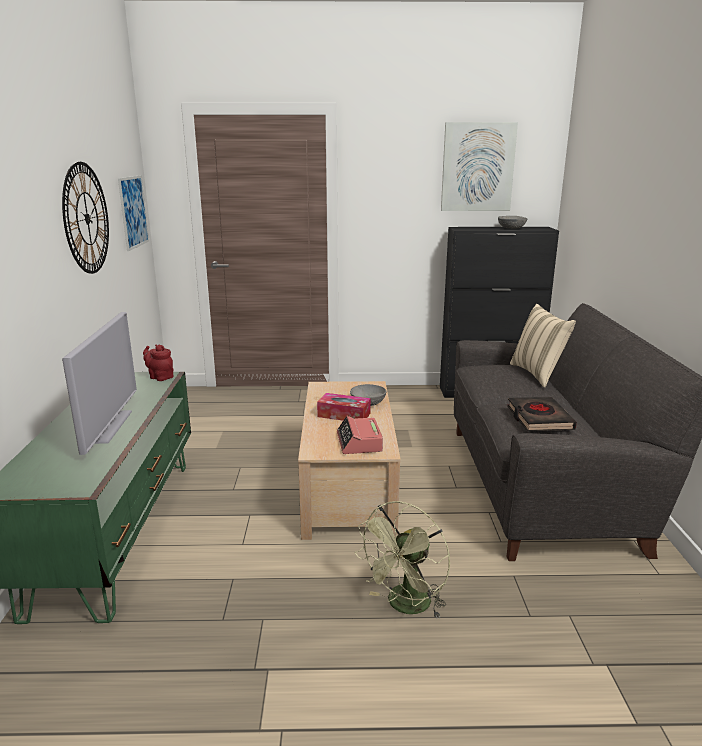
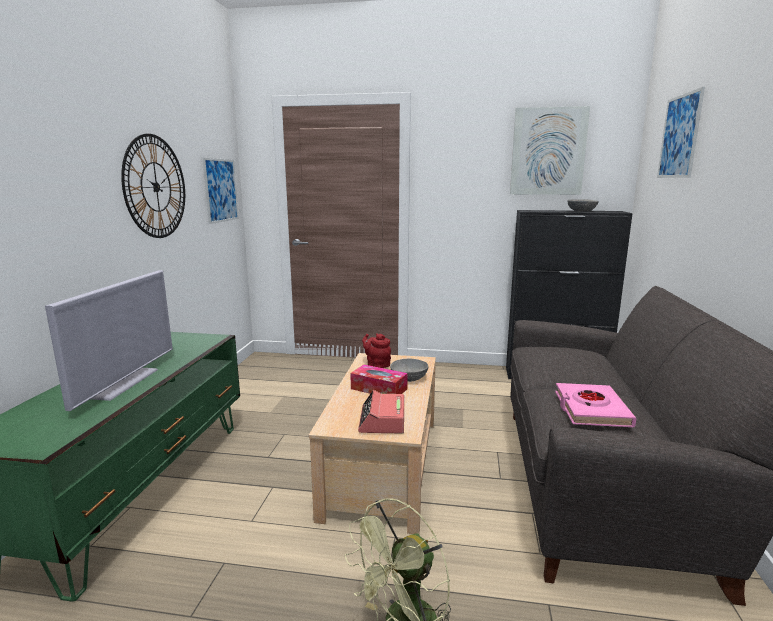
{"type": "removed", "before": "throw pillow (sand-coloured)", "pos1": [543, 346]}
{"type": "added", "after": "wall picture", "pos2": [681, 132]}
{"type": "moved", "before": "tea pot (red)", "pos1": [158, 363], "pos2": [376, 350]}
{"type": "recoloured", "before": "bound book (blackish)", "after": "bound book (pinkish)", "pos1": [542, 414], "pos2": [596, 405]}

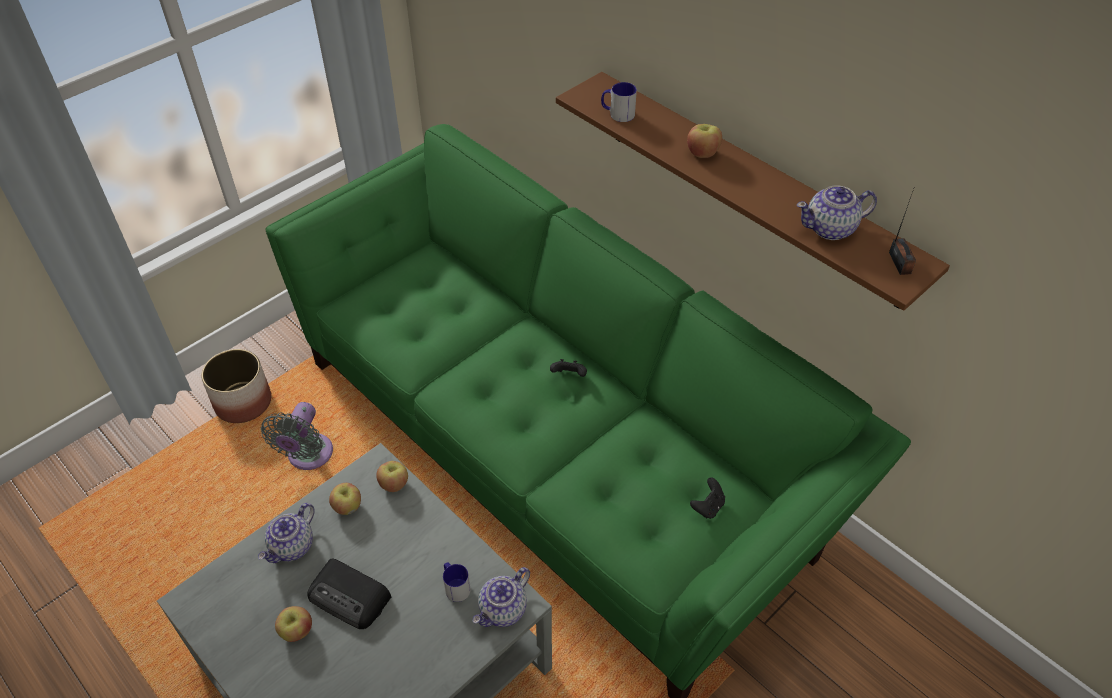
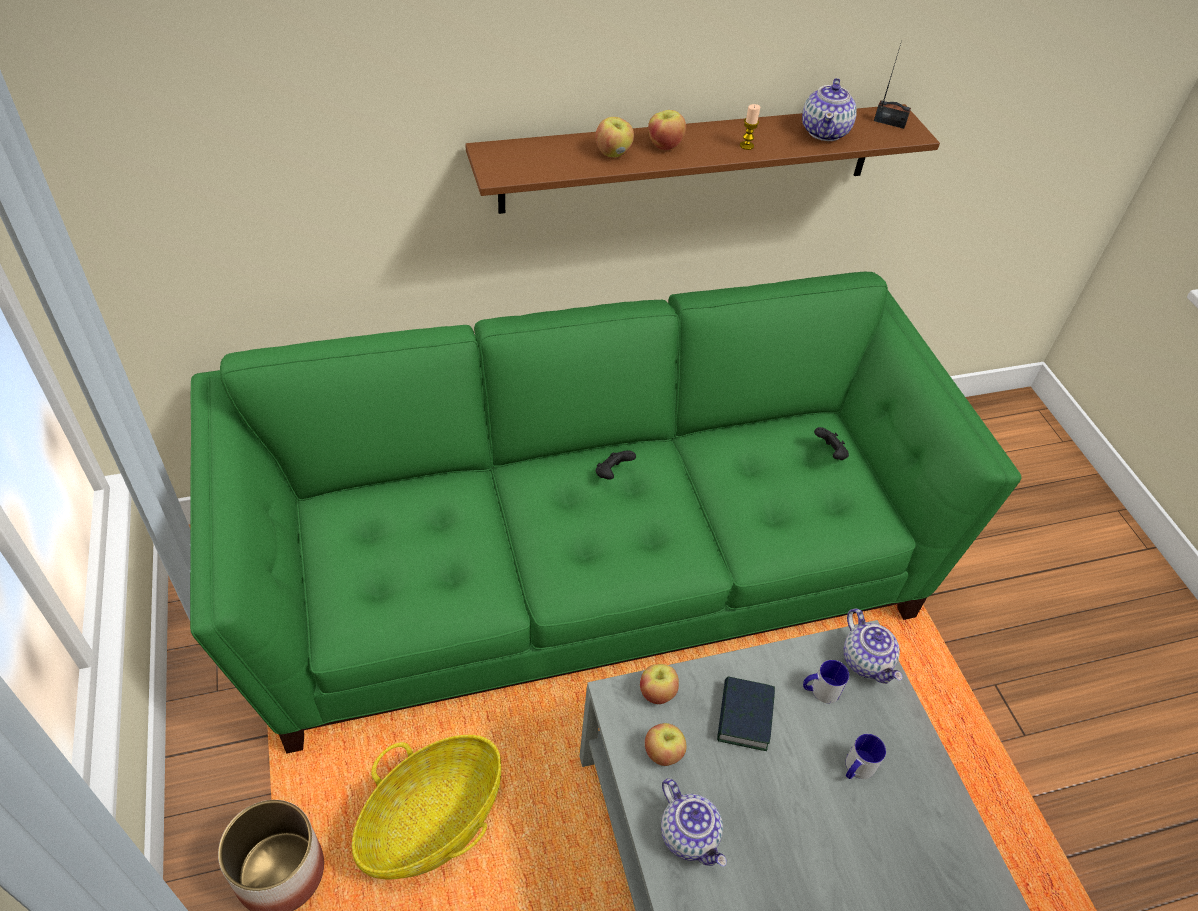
{"type": "removed", "before": "radio set", "pos1": [349, 594]}
{"type": "added", "after": "bound book", "pos2": [746, 713]}
{"type": "added", "after": "wax candle", "pos2": [750, 127]}
{"type": "moved", "before": "whole apple", "pos1": [293, 624], "pos2": [614, 137]}
{"type": "moved", "before": "coffee mug", "pos1": [619, 102], "pos2": [866, 756]}
{"type": "replaced", "before": "fan (gray)", "after": "storage basket", "pos1": [297, 436], "pos2": [426, 807]}

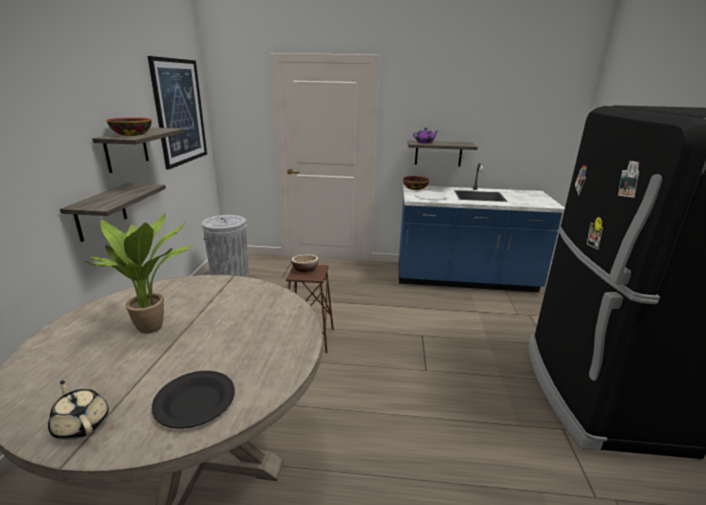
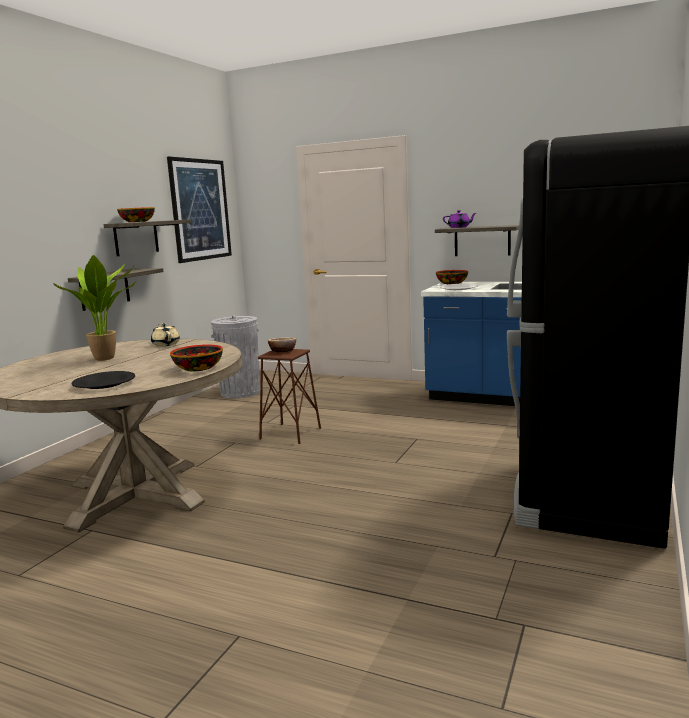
{"type": "added", "after": "deep dish", "pos2": [196, 358]}
{"type": "moved", "before": "tea pot (sand-coloured)", "pos1": [78, 410], "pos2": [165, 334]}

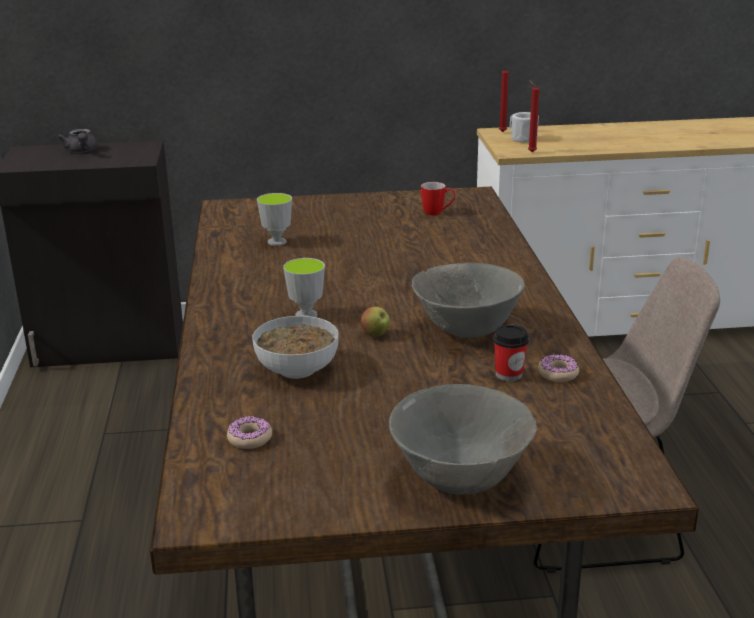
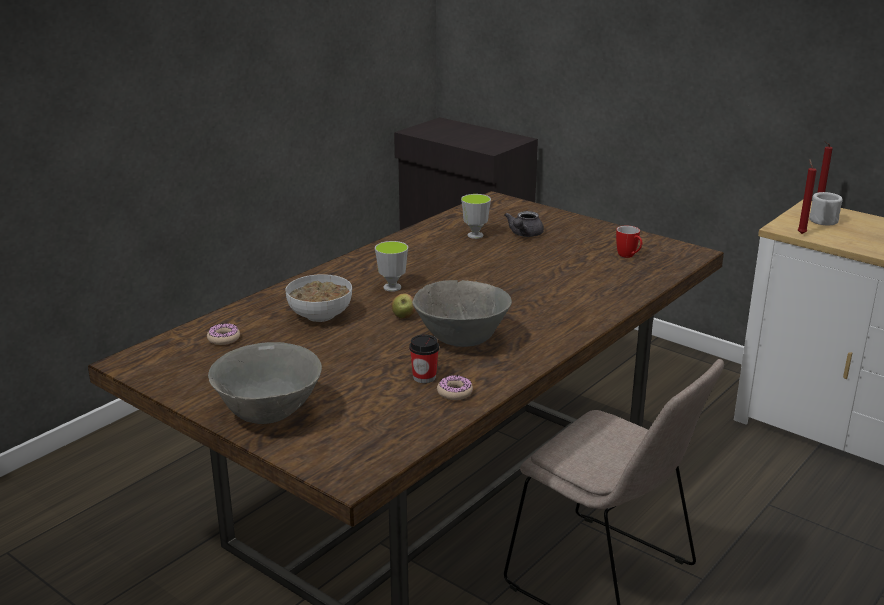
{"type": "moved", "before": "tea pot (gray)", "pos1": [77, 141], "pos2": [524, 224]}

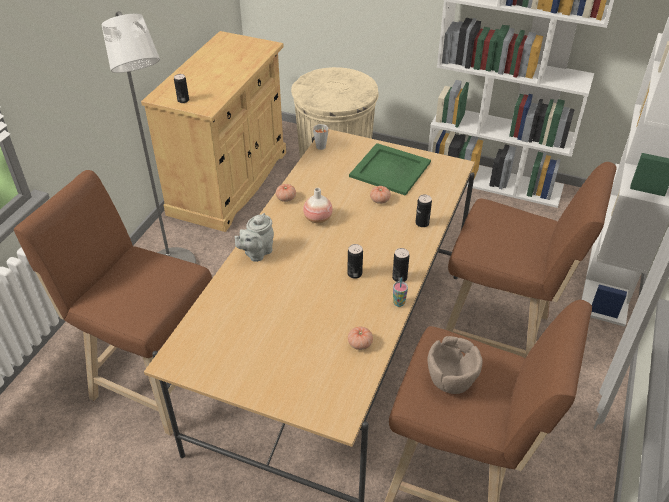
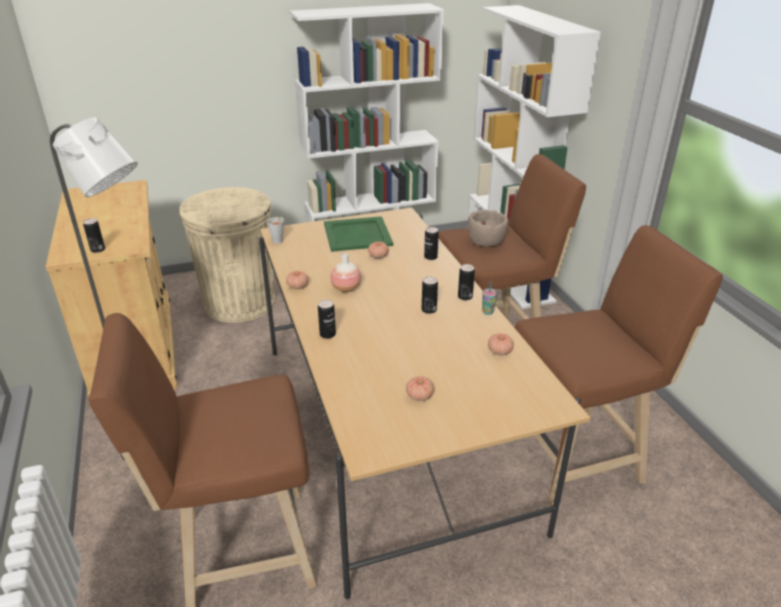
{"type": "added", "after": "fresh tomato", "pos2": [420, 388]}
{"type": "moved", "before": "deep dish (brownish)", "pos1": [455, 365], "pos2": [487, 228]}
{"type": "replaced", "before": "tea pot (gray)", "after": "sealed can", "pos1": [254, 237], "pos2": [327, 319]}

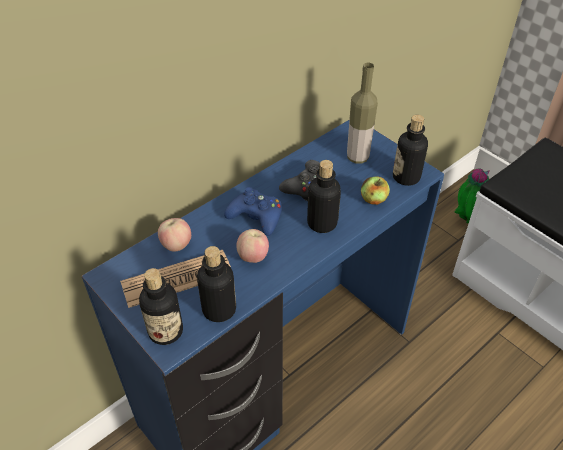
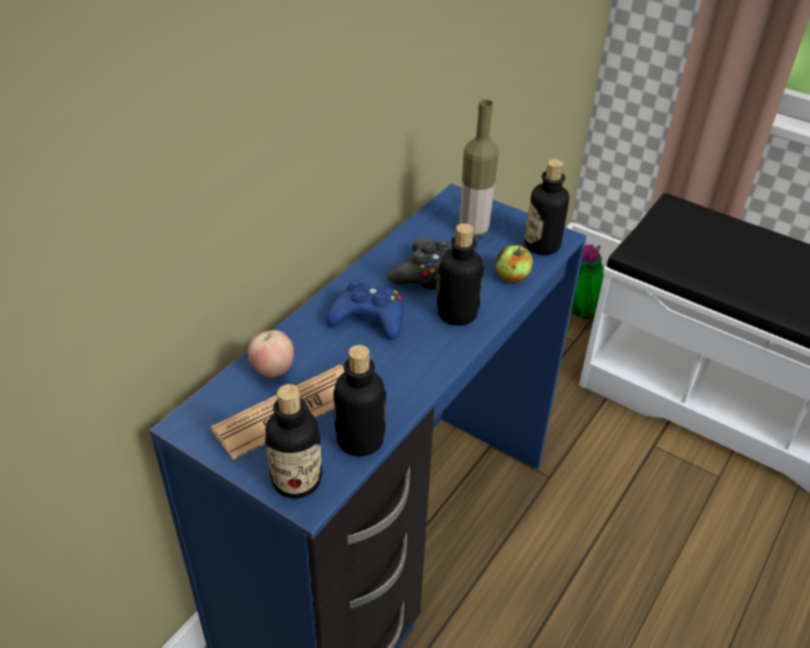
{"type": "removed", "before": "whole apple", "pos1": [252, 246]}

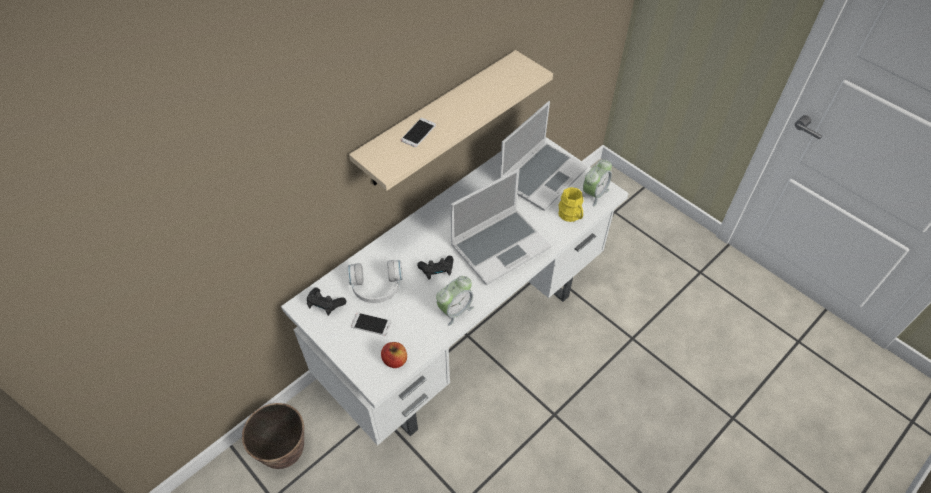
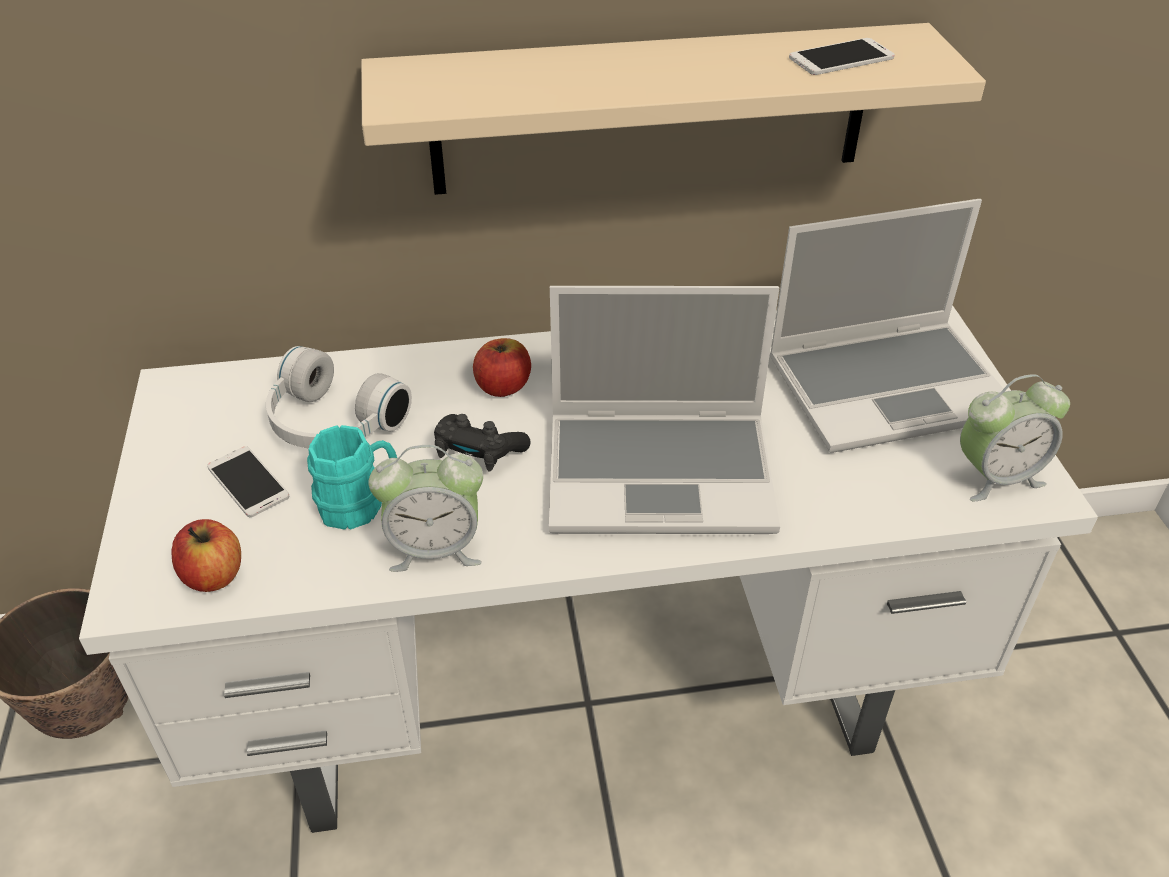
{"type": "removed", "before": "joypad (blackish)", "pos1": [326, 301]}
{"type": "removed", "before": "coffee mug (yellow)", "pos1": [571, 204]}
{"type": "added", "after": "coffee mug (blue-green)", "pos2": [352, 477]}
{"type": "added", "after": "whole apple", "pos2": [502, 367]}
{"type": "moved", "before": "phone", "pos1": [418, 132], "pos2": [842, 56]}

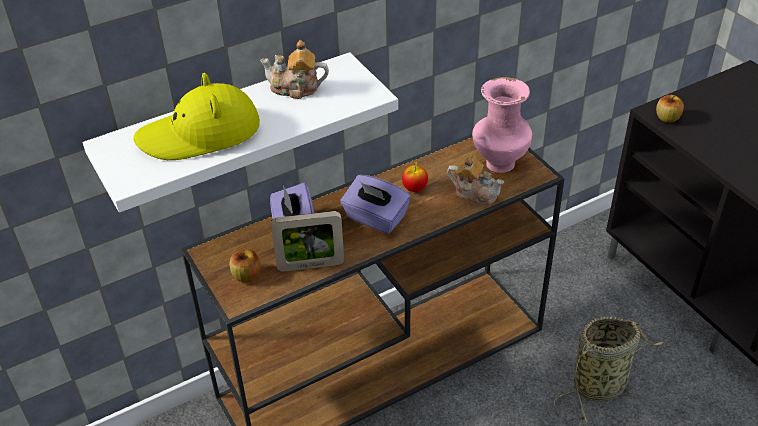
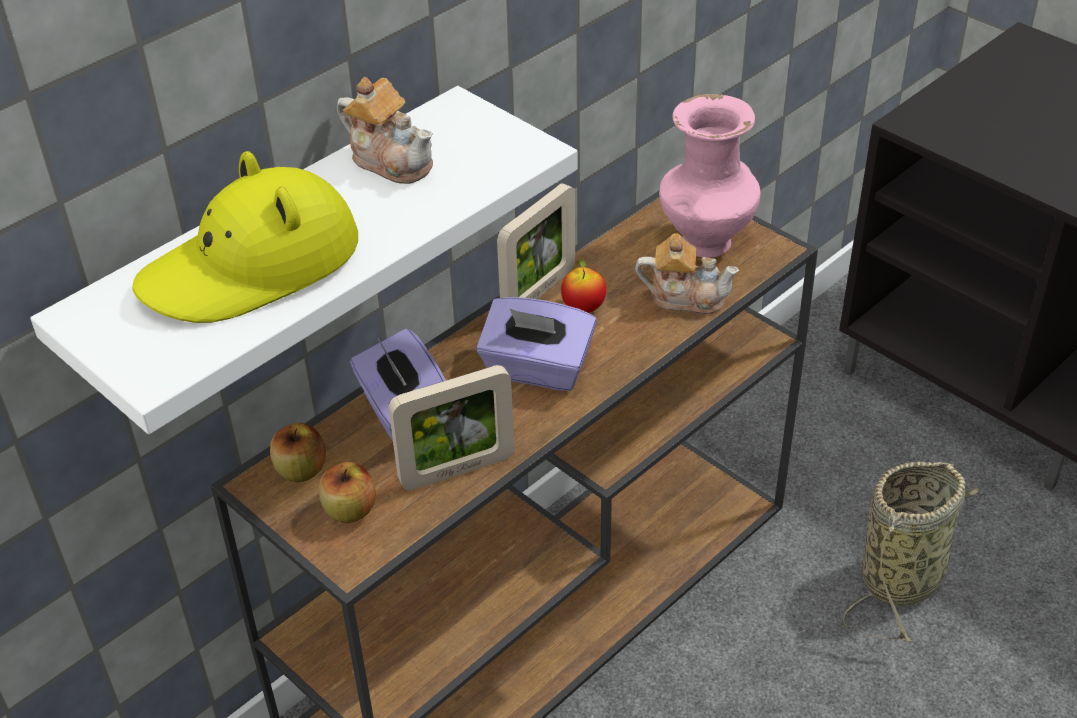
{"type": "added", "after": "photo frame", "pos2": [536, 241]}
{"type": "moved", "before": "whole apple", "pos1": [670, 109], "pos2": [298, 452]}
{"type": "turned", "before": "tea pot", "pos1": [294, 69], "pos2": [385, 130], "turn": -135}

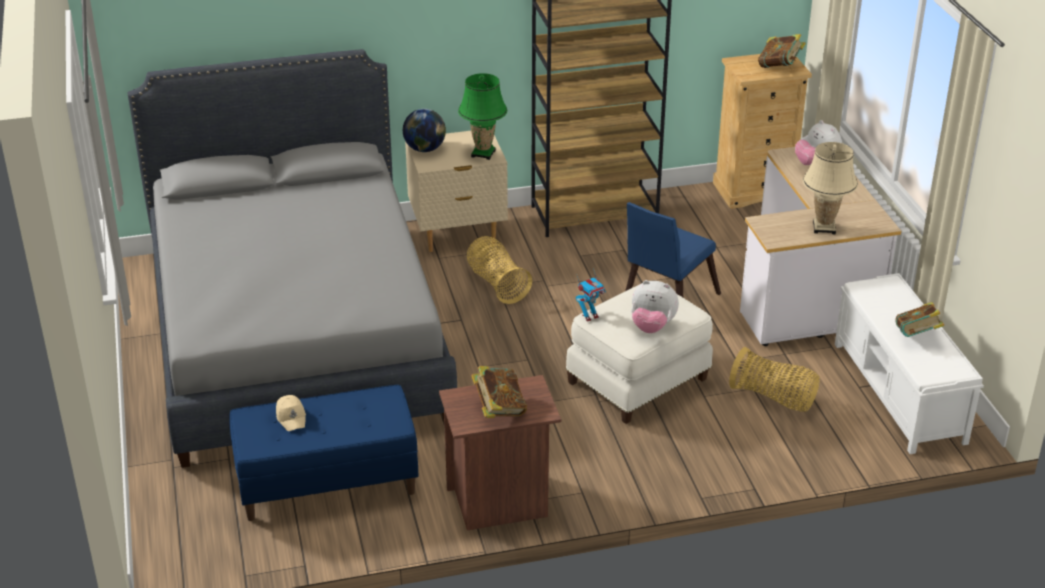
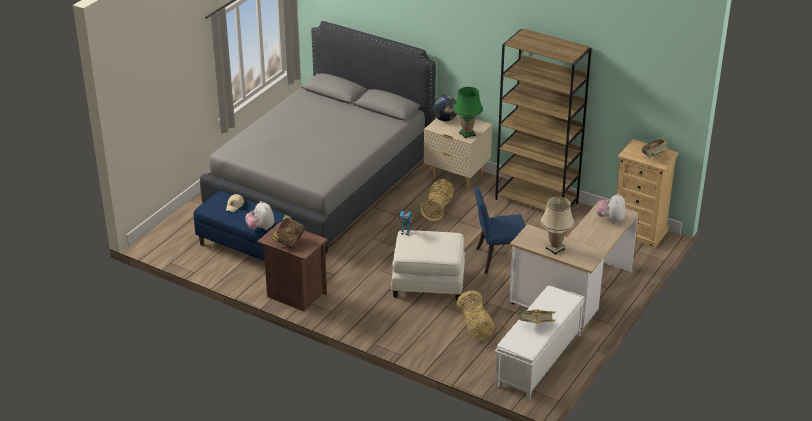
{"type": "moved", "before": "soft toy", "pos1": [655, 306], "pos2": [260, 215]}

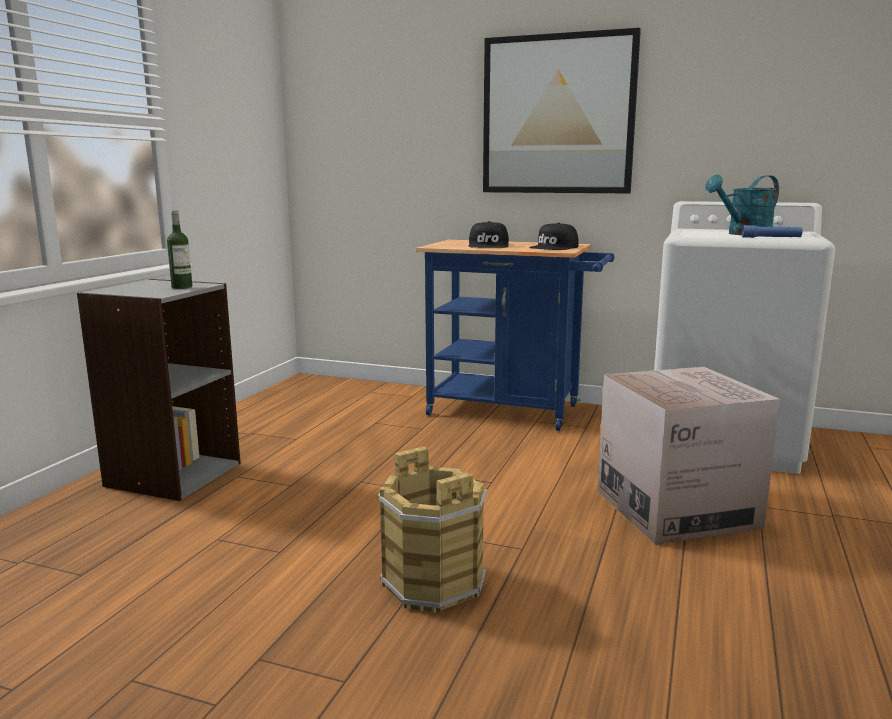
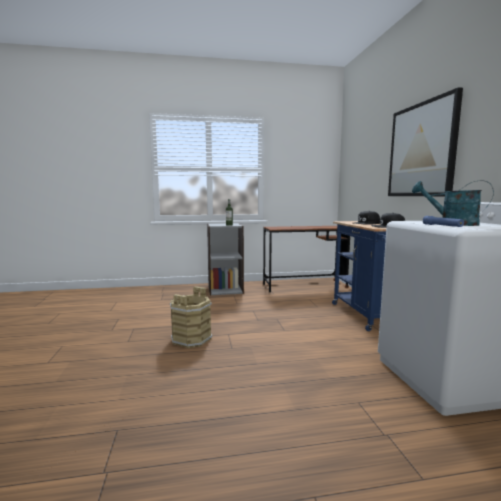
{"type": "removed", "before": "cardboard box", "pos1": [688, 456]}
{"type": "added", "after": "desk unit (brownish)", "pos2": [306, 259]}

